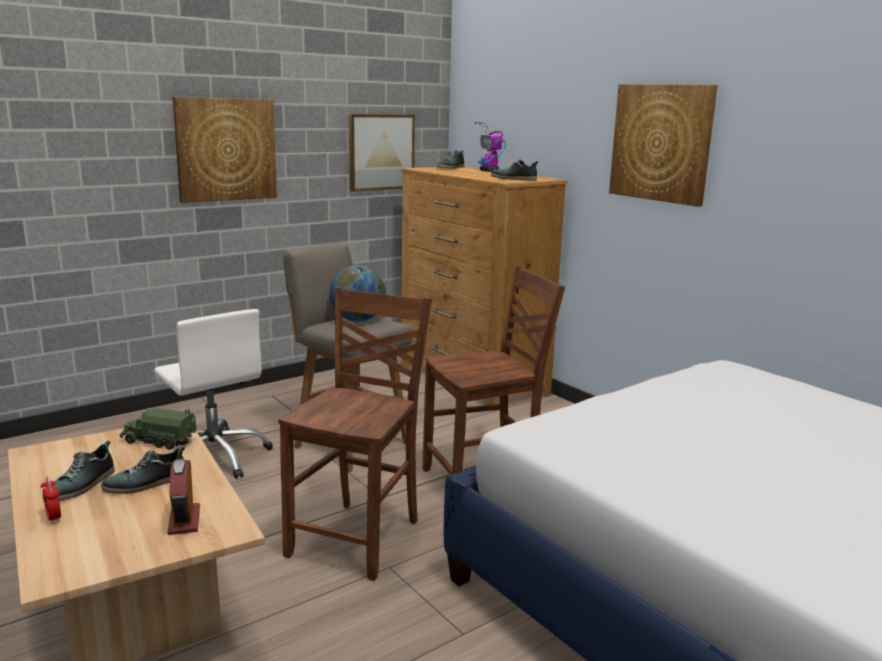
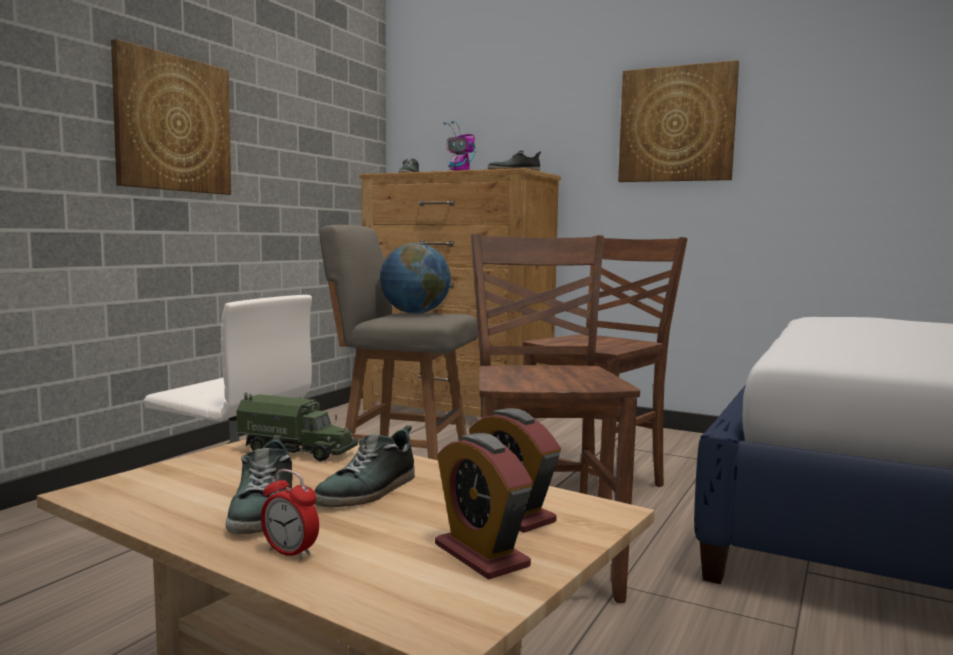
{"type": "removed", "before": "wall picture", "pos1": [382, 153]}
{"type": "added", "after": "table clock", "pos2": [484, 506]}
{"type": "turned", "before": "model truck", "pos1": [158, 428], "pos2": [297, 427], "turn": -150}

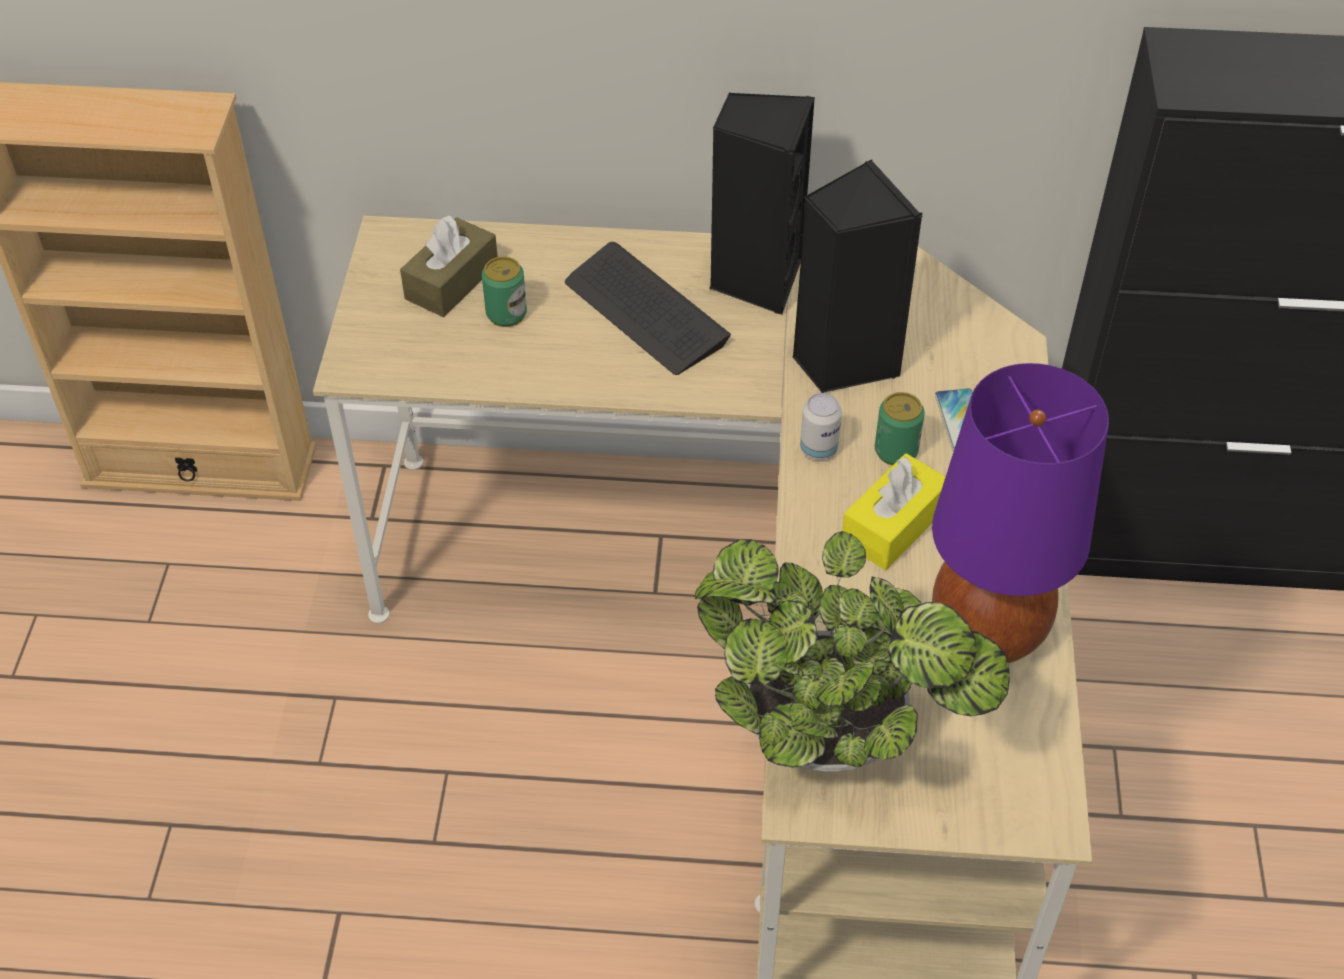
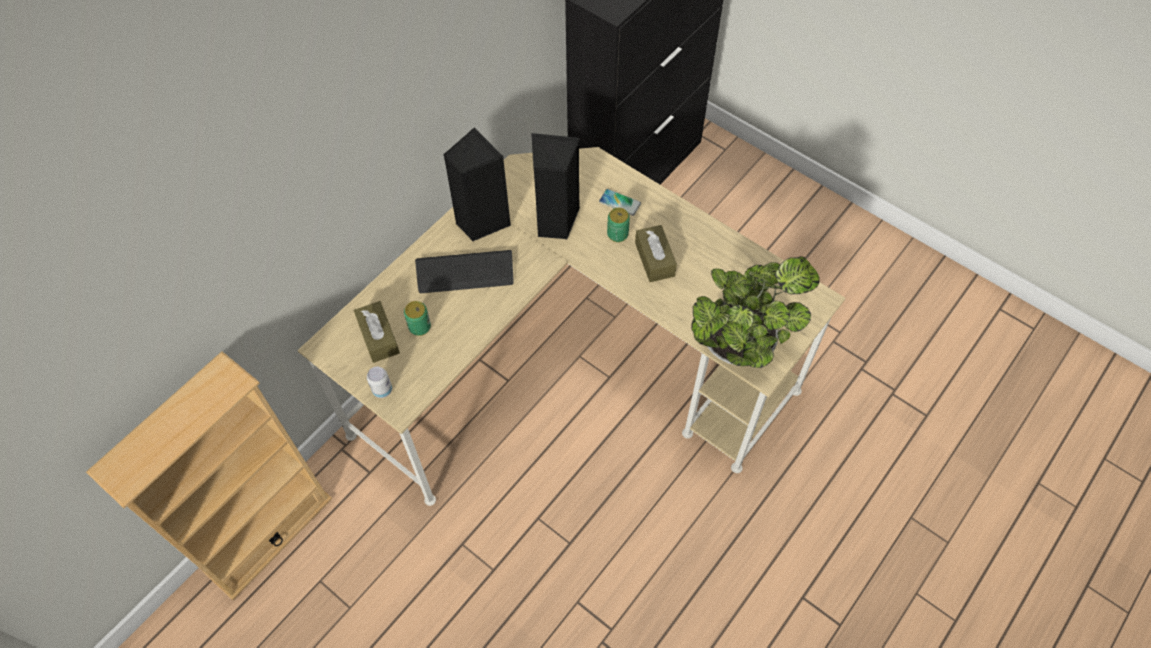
{"type": "removed", "before": "tabletop lamp (purple-coloured)", "pos1": [1020, 513]}
{"type": "moved", "before": "sealed can", "pos1": [821, 426], "pos2": [379, 382]}
{"type": "recoloured", "before": "box of tissues (yellow)", "after": "box of tissues (brownish)", "pos1": [894, 511], "pos2": [656, 253]}

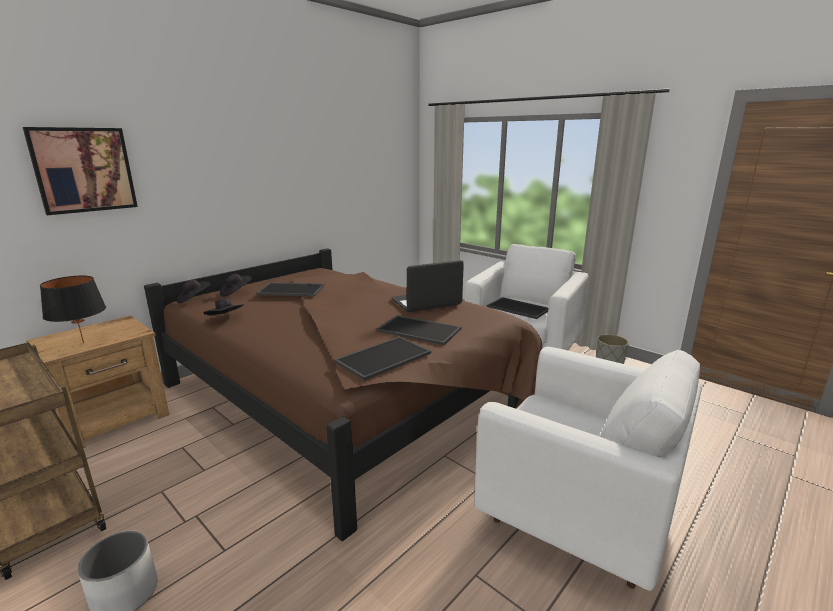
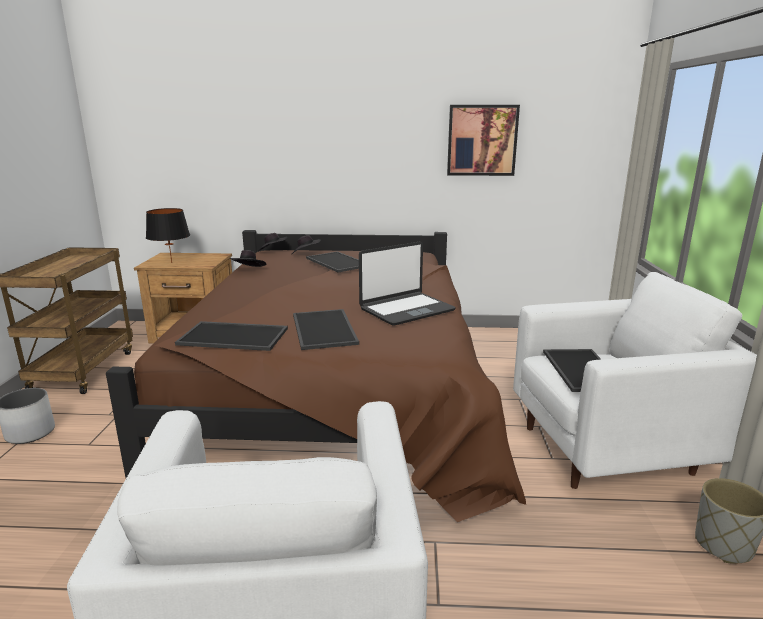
{"type": "moved", "before": "wall picture", "pos1": [80, 171], "pos2": [483, 140]}
{"type": "turned", "before": "laptop", "pos1": [428, 286], "pos2": [407, 284], "turn": 120}

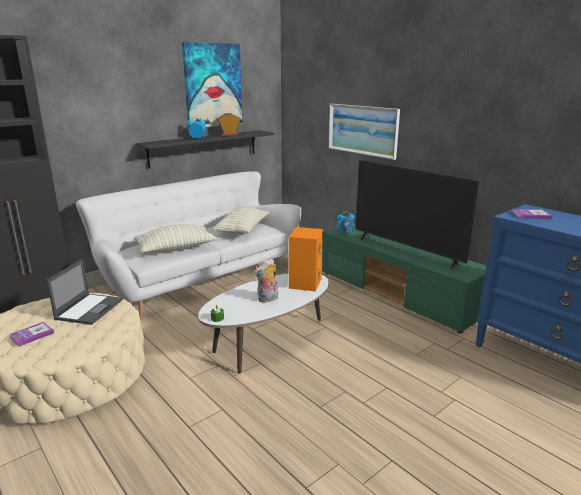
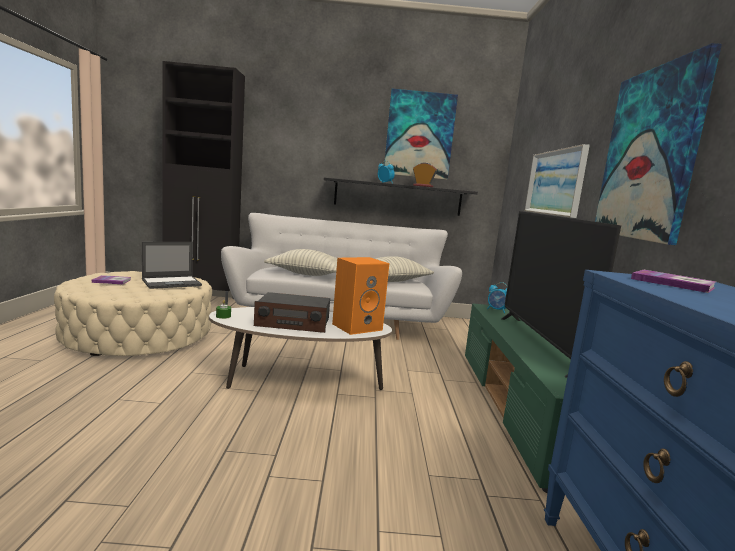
{"type": "added", "after": "wall picture", "pos2": [658, 144]}
{"type": "replaced", "before": "soft toy", "after": "radio set", "pos1": [266, 280], "pos2": [292, 312]}

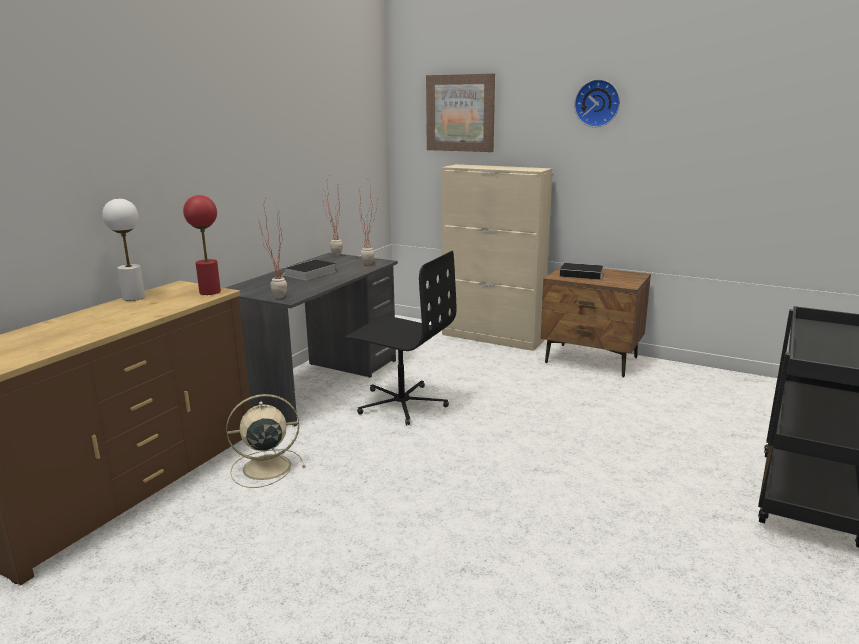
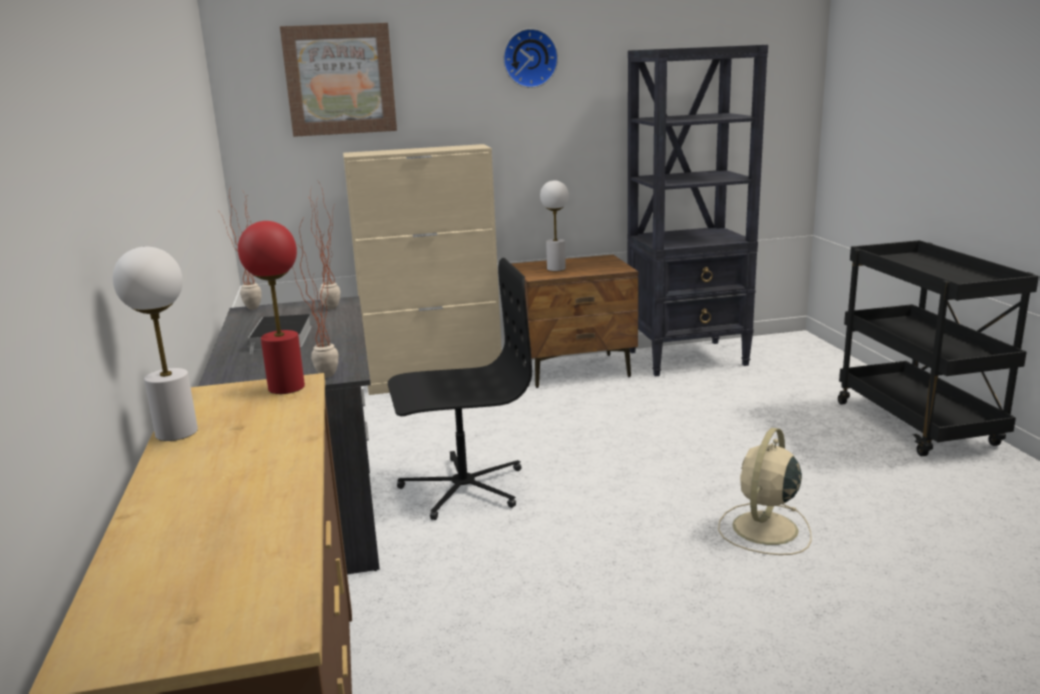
{"type": "added", "after": "bookshelf (blackish)", "pos2": [698, 211]}
{"type": "moved", "before": "fan (sand-coloured)", "pos1": [265, 441], "pos2": [764, 491]}
{"type": "replaced", "before": "bound book", "after": "tabletop lamp (white)", "pos1": [583, 271], "pos2": [554, 225]}

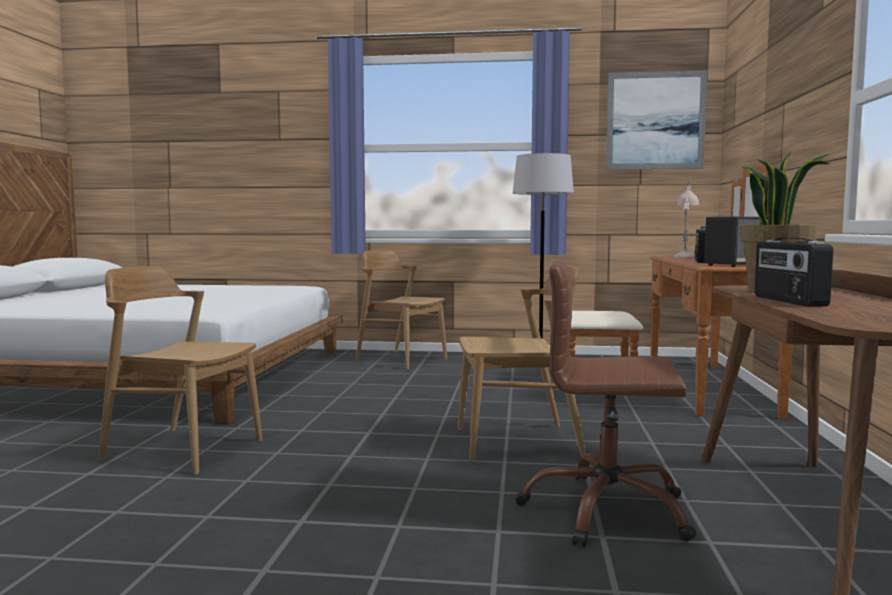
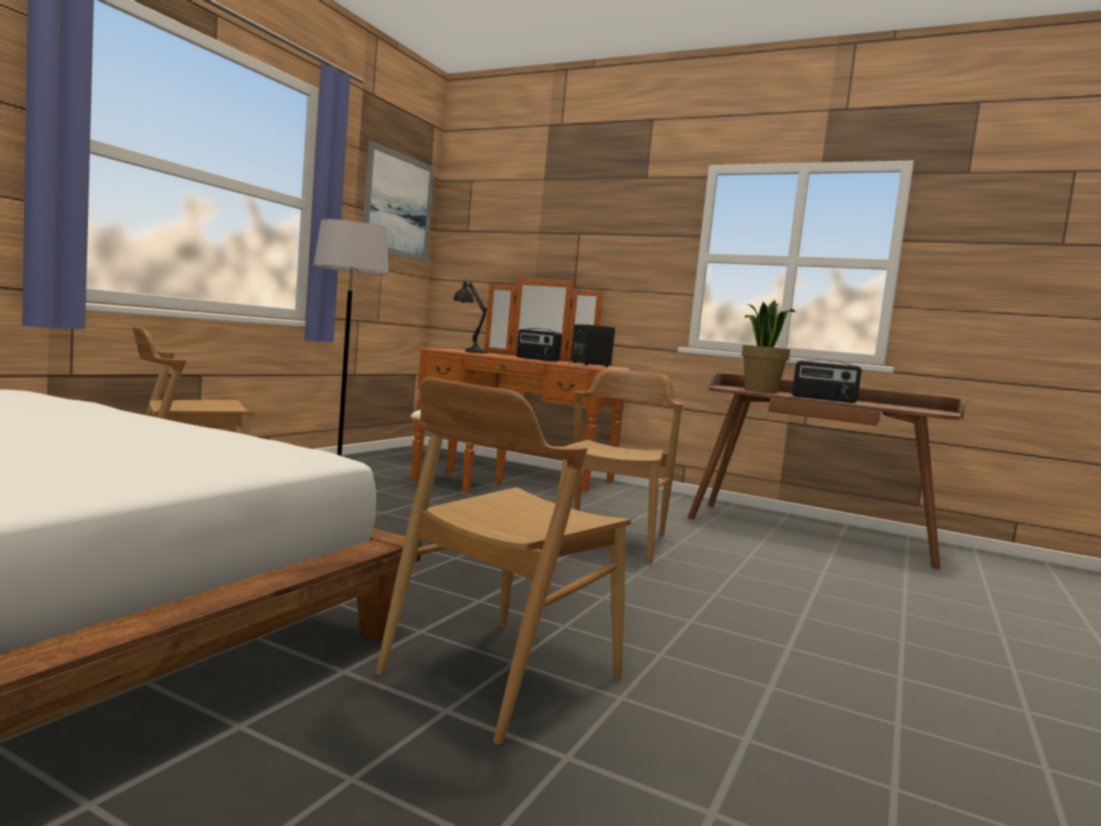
{"type": "removed", "before": "office chair (brownish)", "pos1": [606, 403]}
{"type": "recoloured", "before": "tabletop lamp (sand-coloured)", "after": "tabletop lamp (blackish)", "pos1": [686, 219], "pos2": [470, 316]}

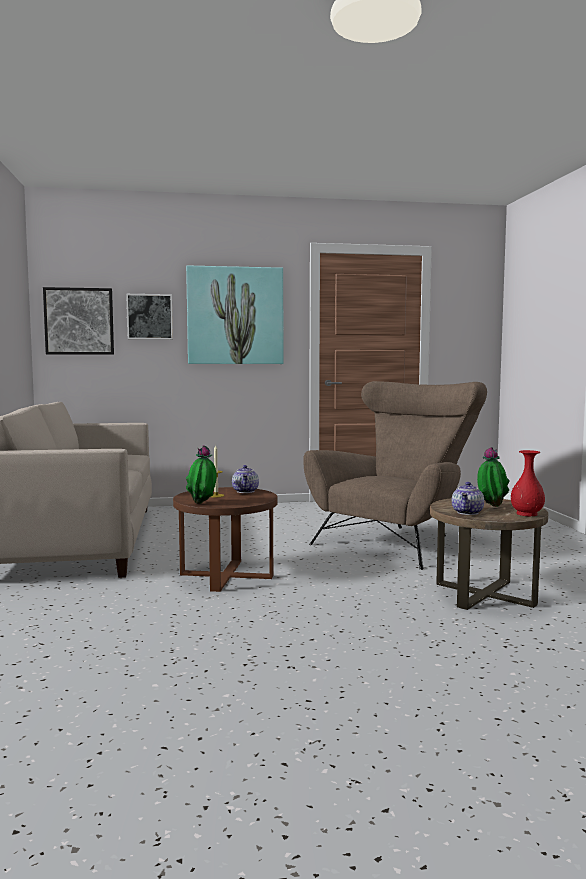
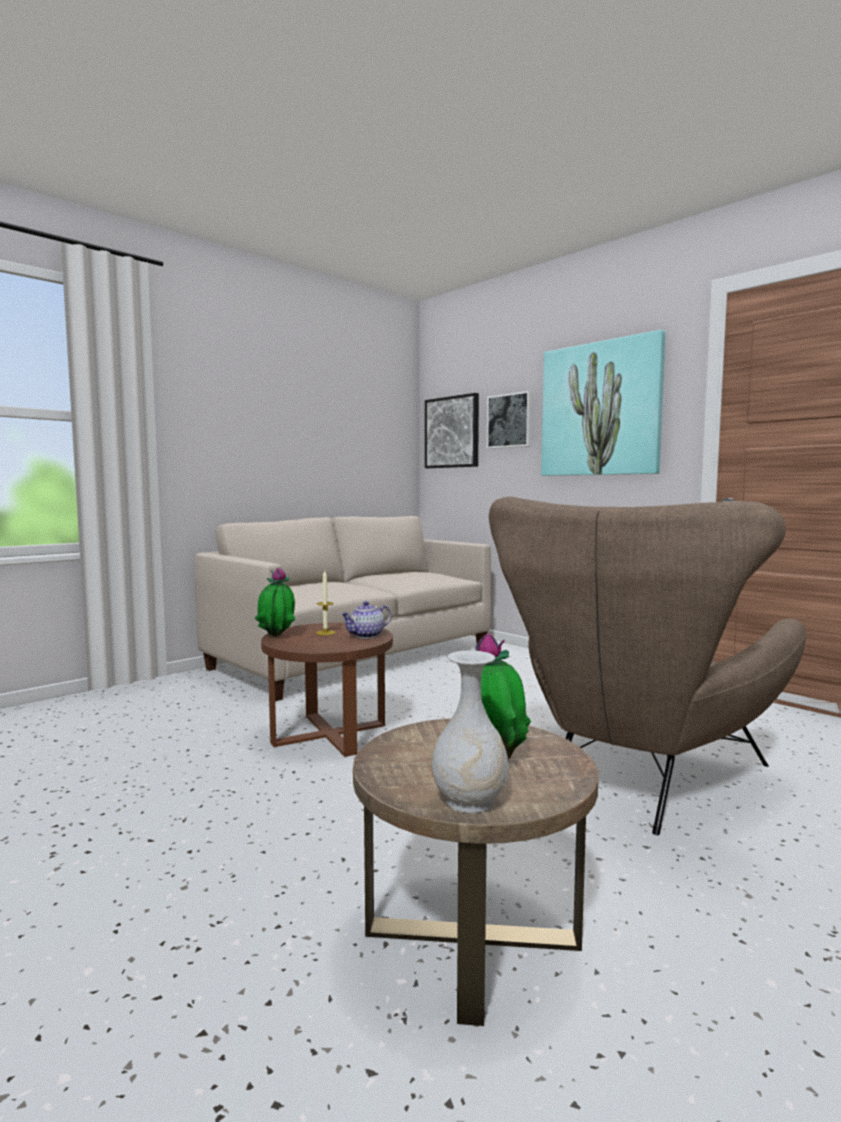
{"type": "removed", "before": "tea pot", "pos1": [468, 498]}
{"type": "recoloured", "before": "decorative vase (red)", "after": "decorative vase (white)", "pos1": [528, 483], "pos2": [470, 731]}
{"type": "turned", "before": "lounge chair (brownish)", "pos1": [395, 475], "pos2": [647, 666], "turn": 120}

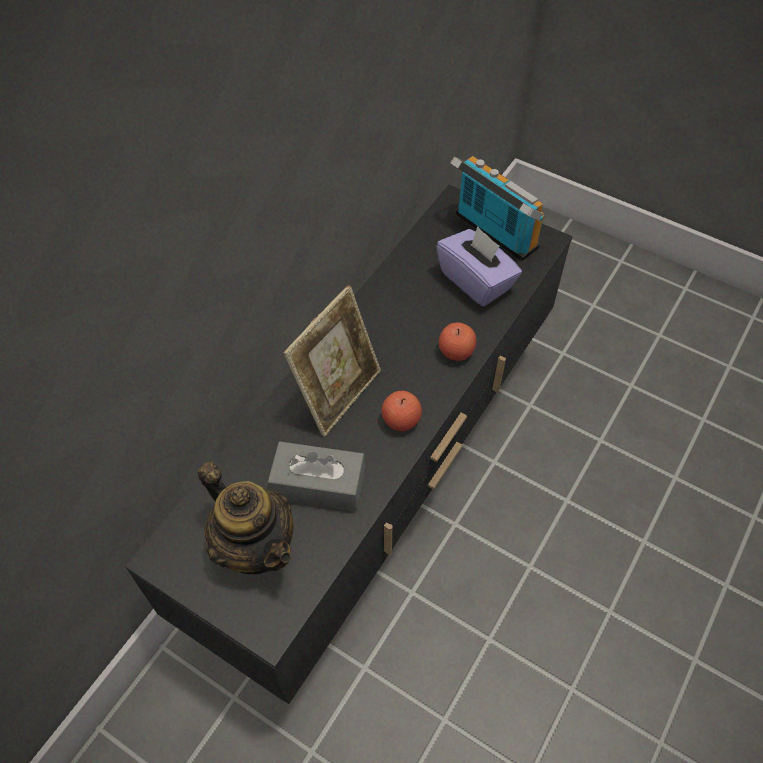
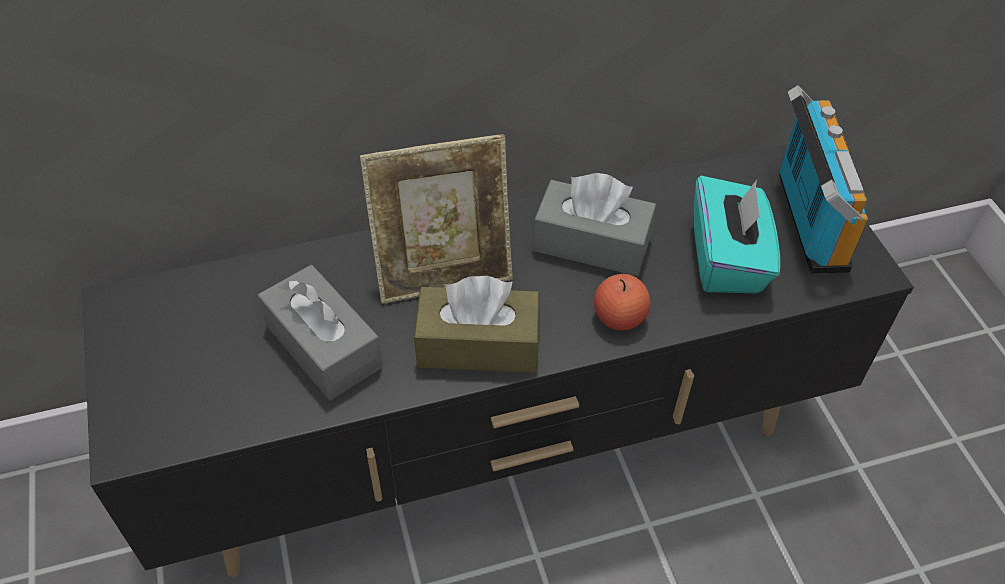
{"type": "removed", "before": "tea pot", "pos1": [246, 518]}
{"type": "added", "after": "box of tissues (gray)", "pos2": [594, 224]}
{"type": "replaced", "before": "whole apple", "after": "box of tissues (brownish)", "pos1": [401, 411], "pos2": [477, 324]}
{"type": "recoloured", "before": "box of tissues (purple-coloured)", "after": "box of tissues (blue-green)", "pos1": [479, 266], "pos2": [737, 234]}

